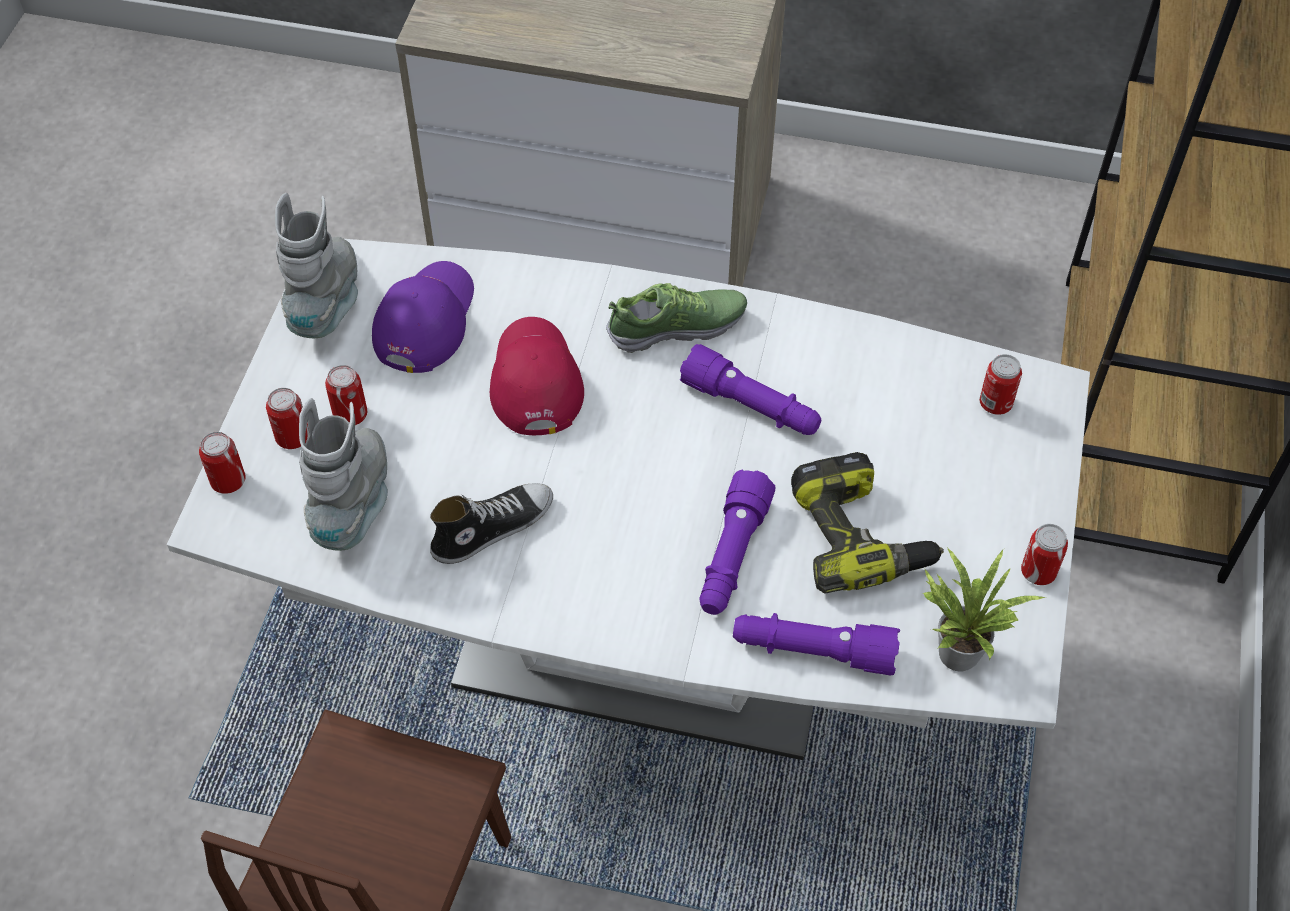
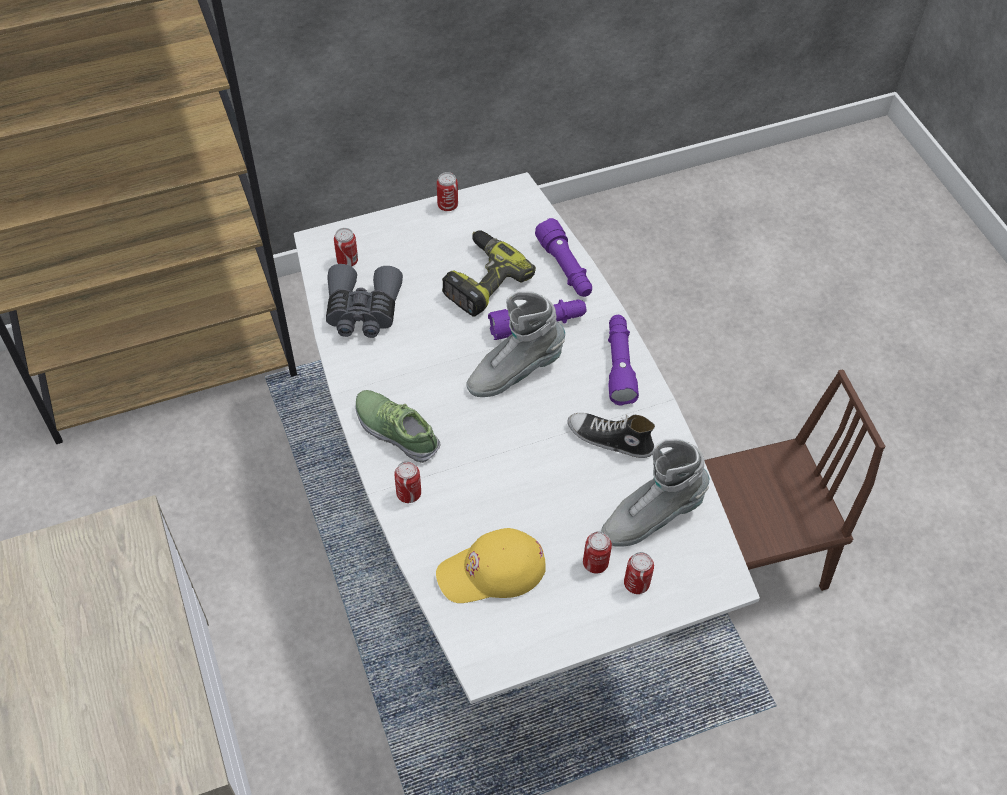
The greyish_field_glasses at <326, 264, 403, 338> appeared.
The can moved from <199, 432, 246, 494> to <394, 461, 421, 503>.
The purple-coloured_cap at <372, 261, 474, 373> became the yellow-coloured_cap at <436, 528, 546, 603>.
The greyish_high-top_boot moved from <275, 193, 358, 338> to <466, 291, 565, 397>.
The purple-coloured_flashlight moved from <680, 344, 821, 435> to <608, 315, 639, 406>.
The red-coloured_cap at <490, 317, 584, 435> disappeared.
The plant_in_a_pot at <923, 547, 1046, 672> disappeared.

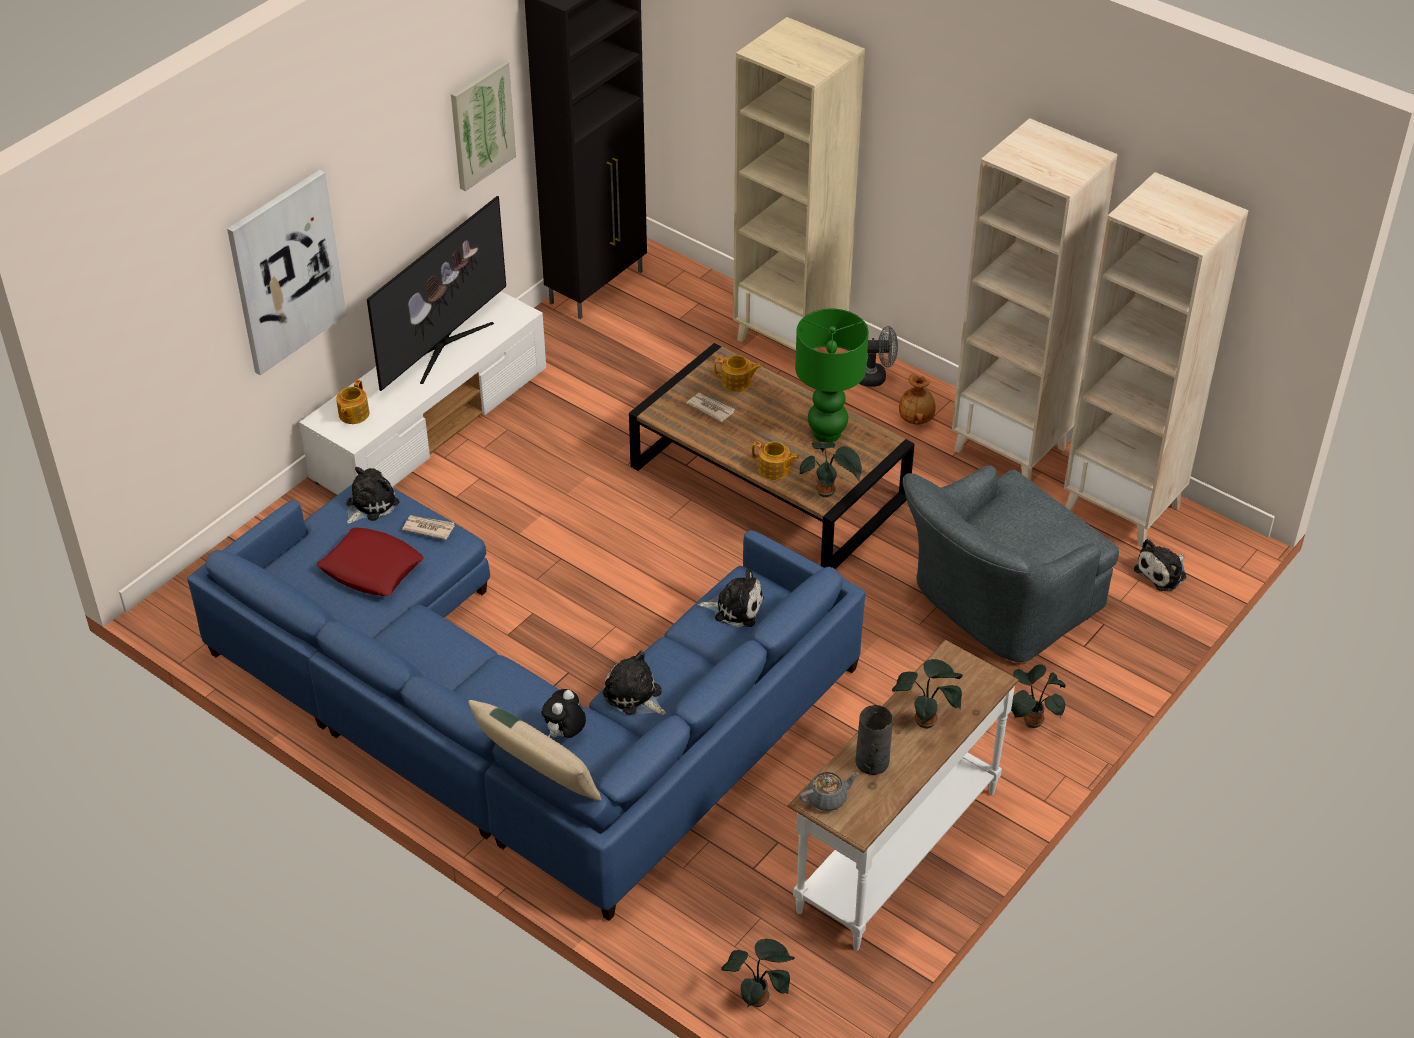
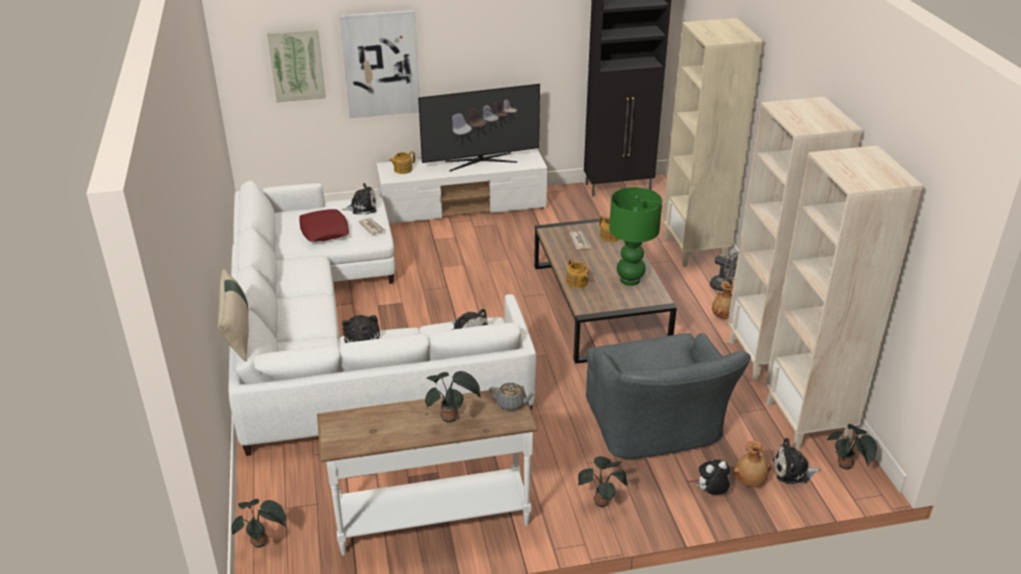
The bluish_sofa at <187, 485, 866, 921> became the whitish_sofa at <228, 181, 536, 456>.
The wall_picture moved from <451, 60, 516, 191> to <267, 29, 326, 102>.
The greyish_tea_pot moved from <799, 772, 859, 811> to <489, 383, 535, 411>.
The greyish_lounge_chair at <903, 465, 1119, 662> turned 105 degrees counterclockwise.
The cuddly_toy moved from <542, 689, 586, 738> to <696, 460, 730, 495>.
The brown_vase at <732, 441, 771, 487> appeared.
The plant_in_a_pot moved from <799, 442, 862, 498> to <827, 424, 877, 470>.
The greyish_vase at <855, 705, 893, 775> disappeared.

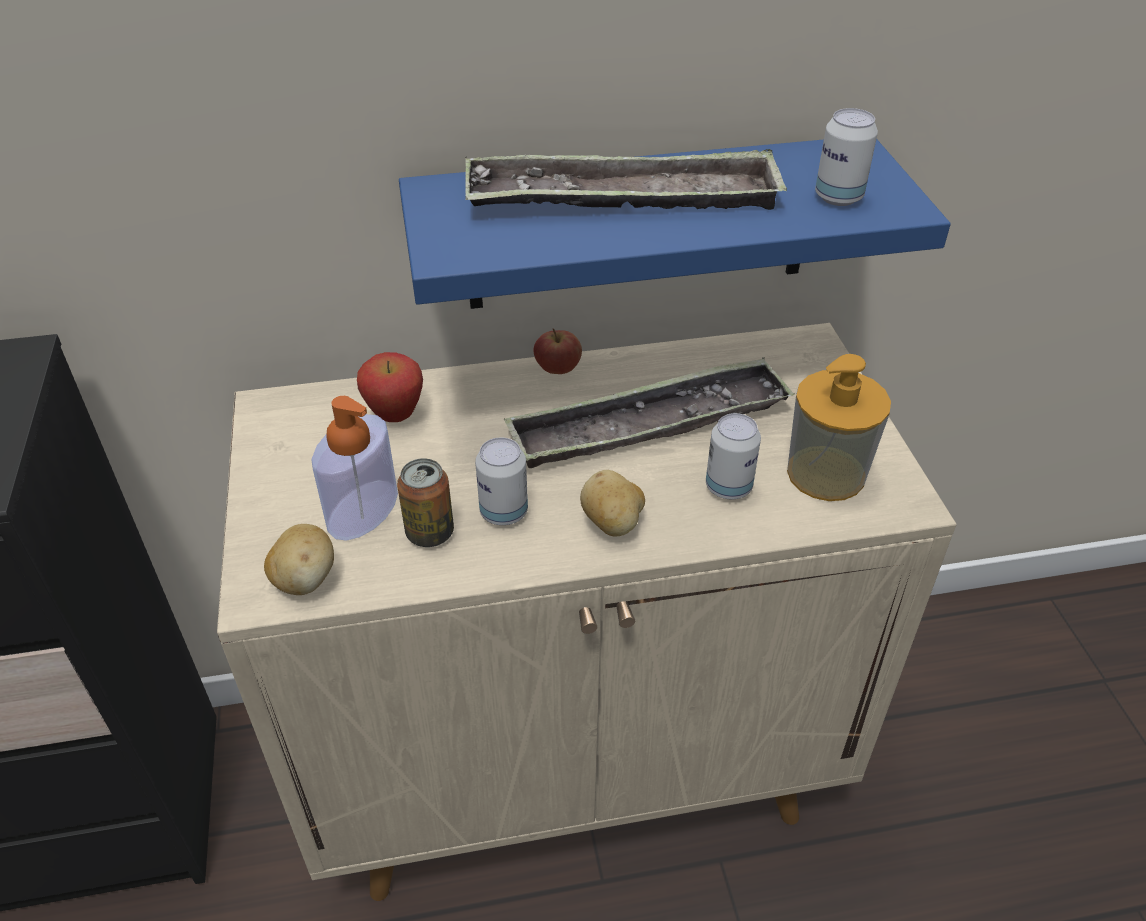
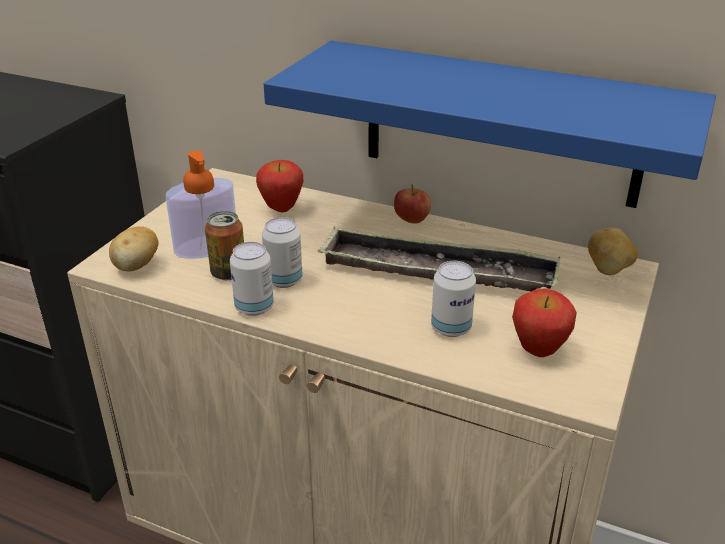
The can moved from <815, 108, 878, 206> to <230, 242, 274, 316>.
The soap_bottle at <787, 354, 891, 501> was replaced by the whole_apple at <512, 289, 577, 357>.
The spud moved from <580, 470, 645, 536> to <588, 228, 638, 275>.
The tray at <465, 149, 787, 210> disappeared.

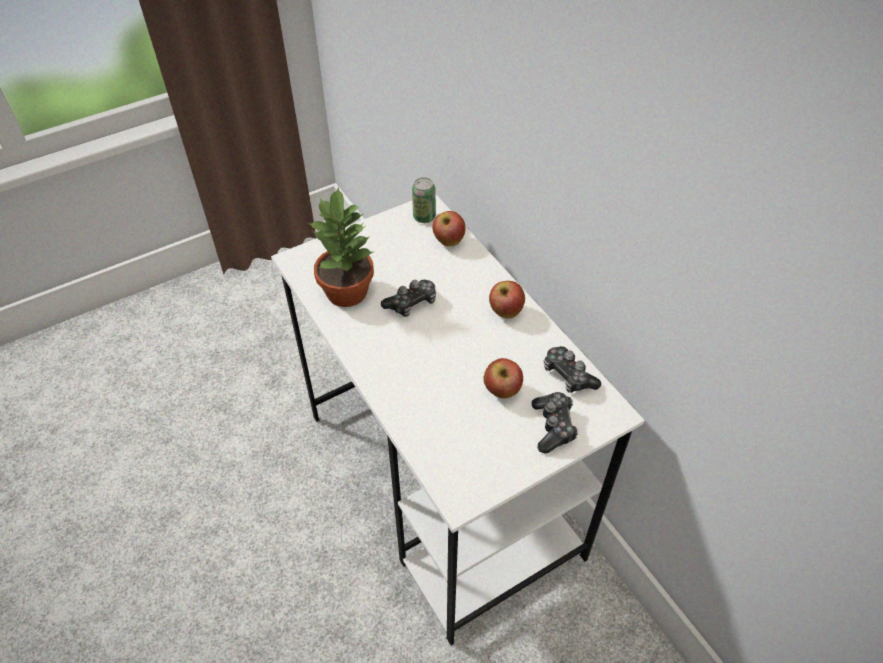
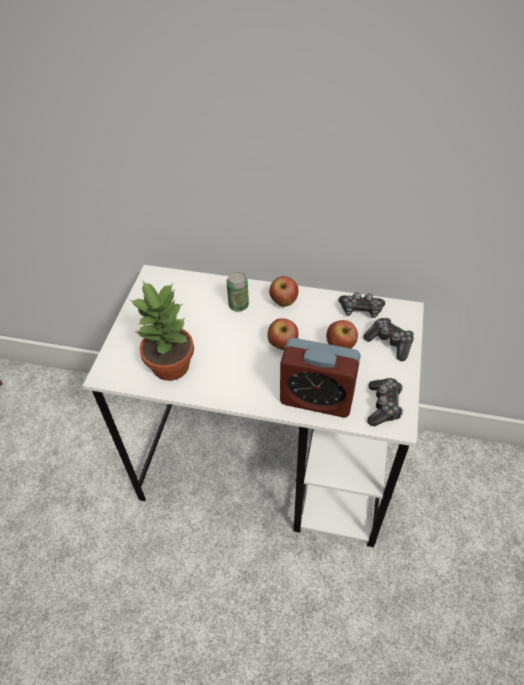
The can moved from <412, 177, 436, 223> to <226, 272, 249, 311>.
The whole_apple moved from <433, 211, 465, 246> to <267, 318, 299, 350>.
The table_clock at <280, 338, 361, 417> appeared.
The gamepad moved from <381, 280, 436, 317> to <367, 378, 403, 426>.

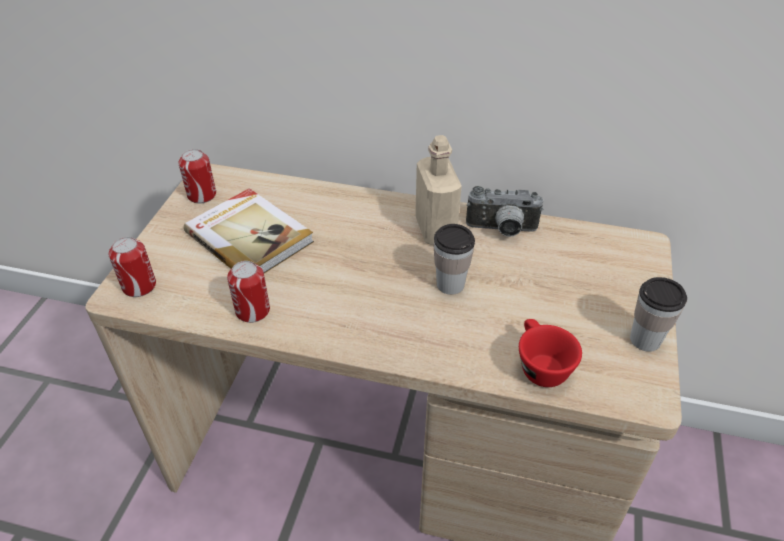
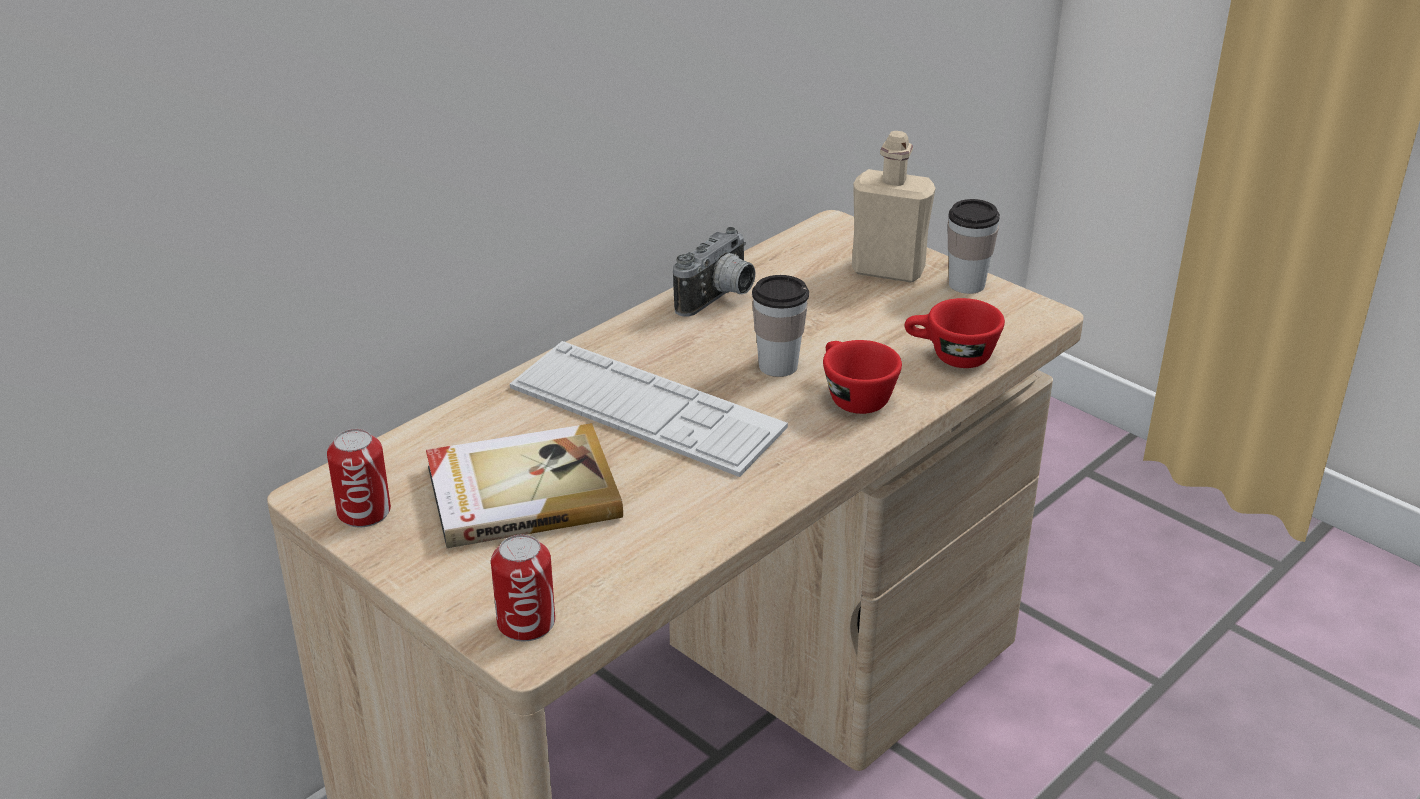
The keyboard at <510, 341, 788, 477> appeared.
The red-coloured_cup at <823, 340, 902, 414> appeared.
The beige-coloured_bottle moved from <415, 135, 462, 245> to <852, 131, 936, 283>.
The can at <227, 261, 270, 323> disappeared.

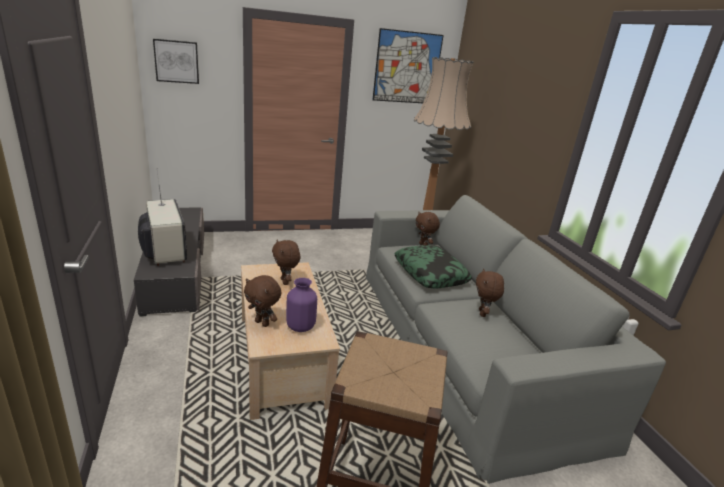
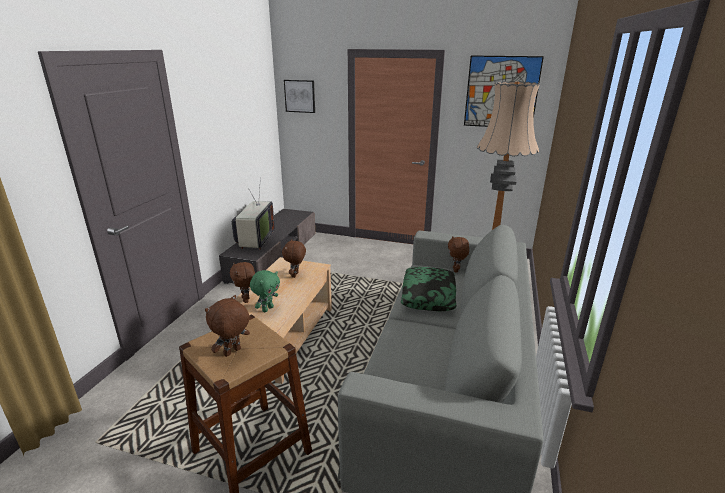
The brown_cuddly_toy moved from <476, 269, 504, 317> to <205, 295, 250, 357>.
The purple-coloured_vase at <286, 278, 317, 332> was replaced by the green_cuddly_toy at <250, 270, 280, 312>.

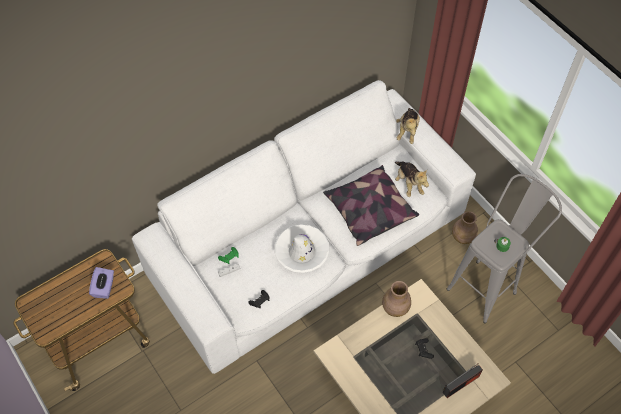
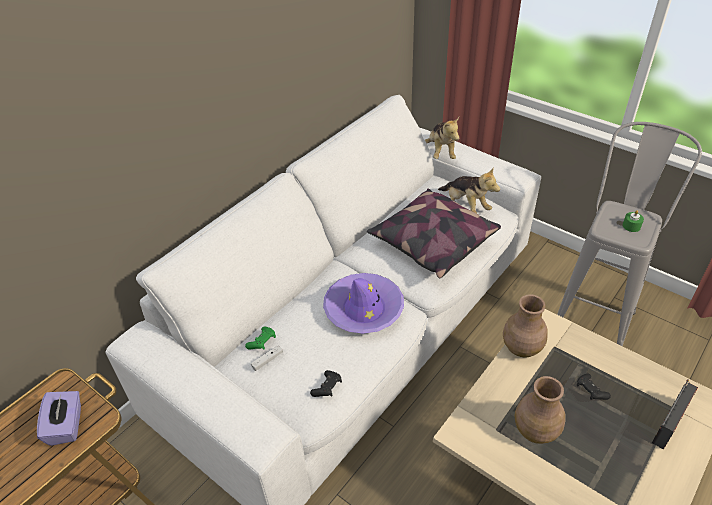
The whitish_wearable_hat at <274, 224, 330, 273> became the purple-coloured_wearable_hat at <323, 273, 404, 334>.
The brown_vase moved from <452, 211, 478, 244> to <515, 376, 565, 444>.

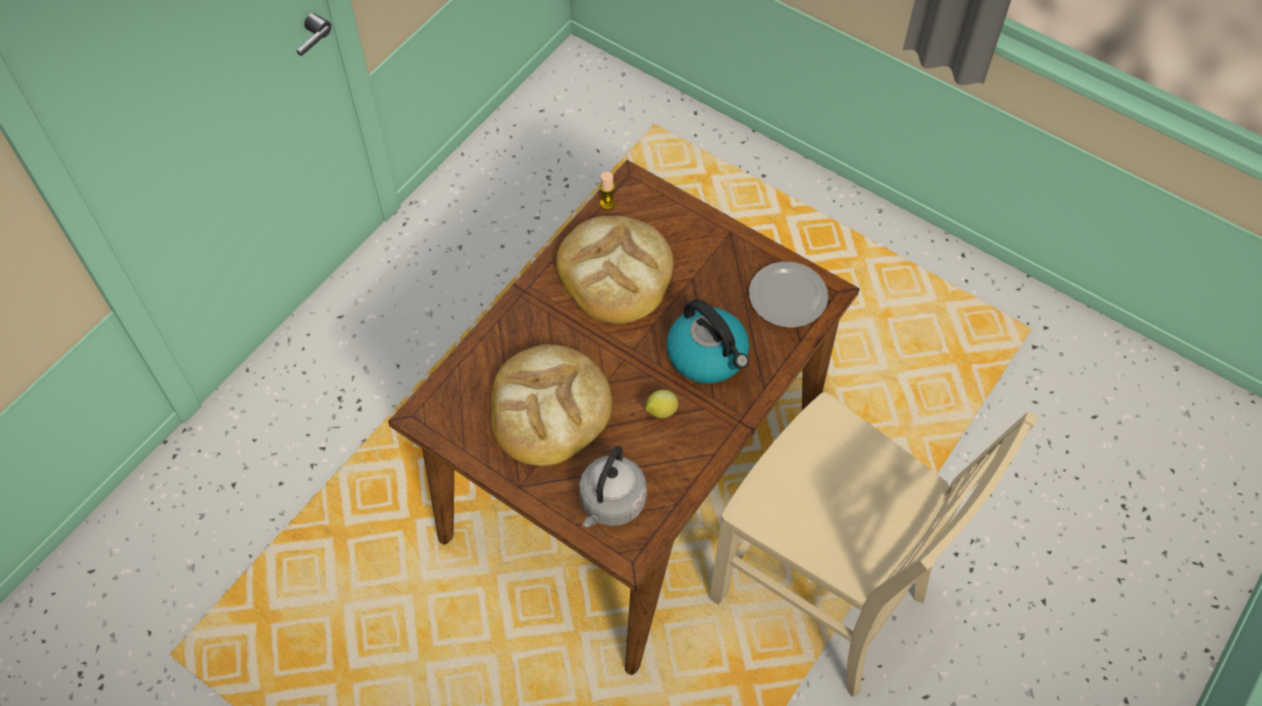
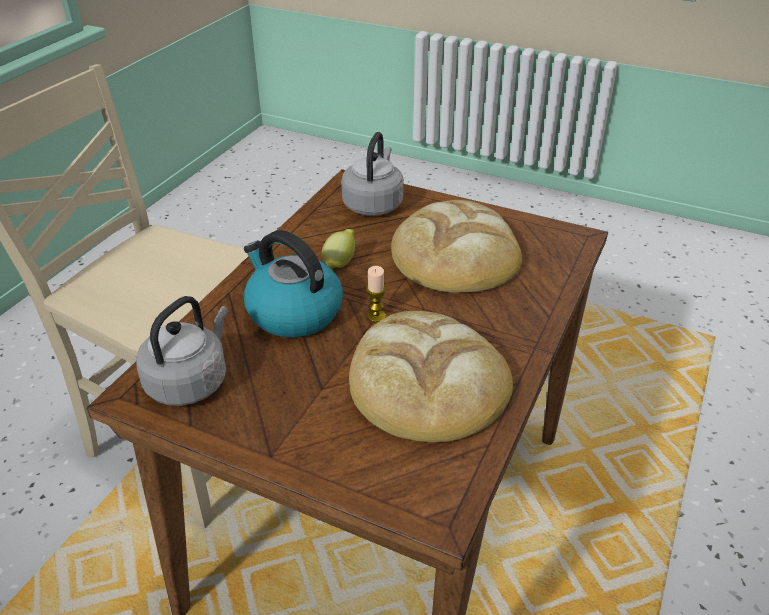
The plate at <749, 262, 828, 328> was replaced by the greyish_kettle at <136, 296, 228, 406>.
The wax_candle moved from <599, 172, 615, 210> to <366, 266, 386, 323>.

